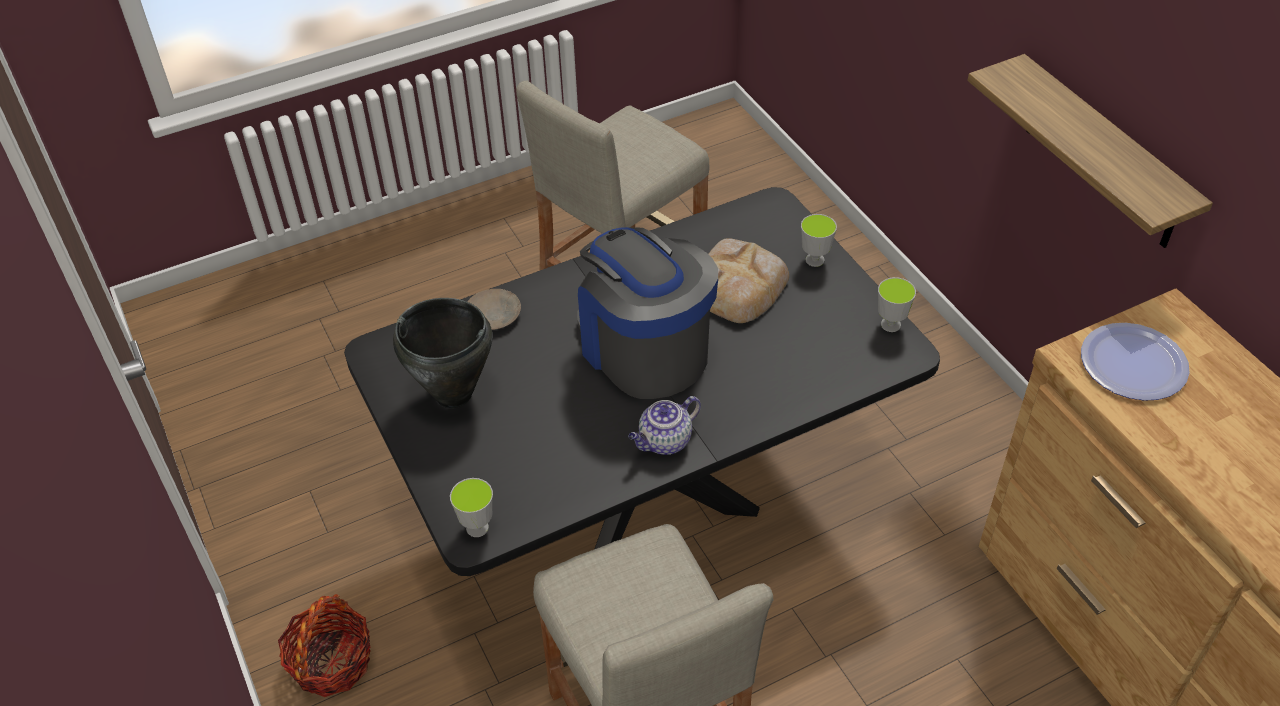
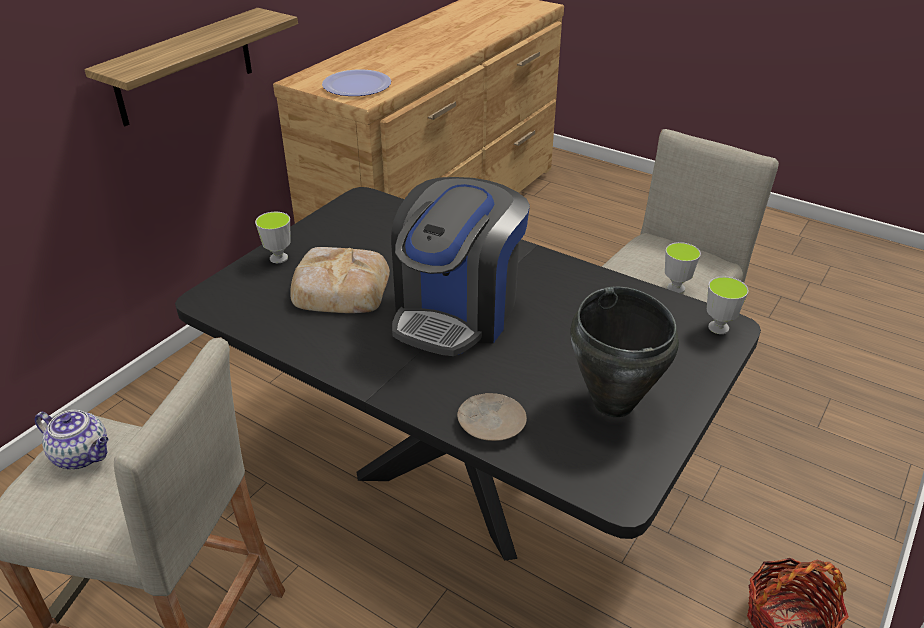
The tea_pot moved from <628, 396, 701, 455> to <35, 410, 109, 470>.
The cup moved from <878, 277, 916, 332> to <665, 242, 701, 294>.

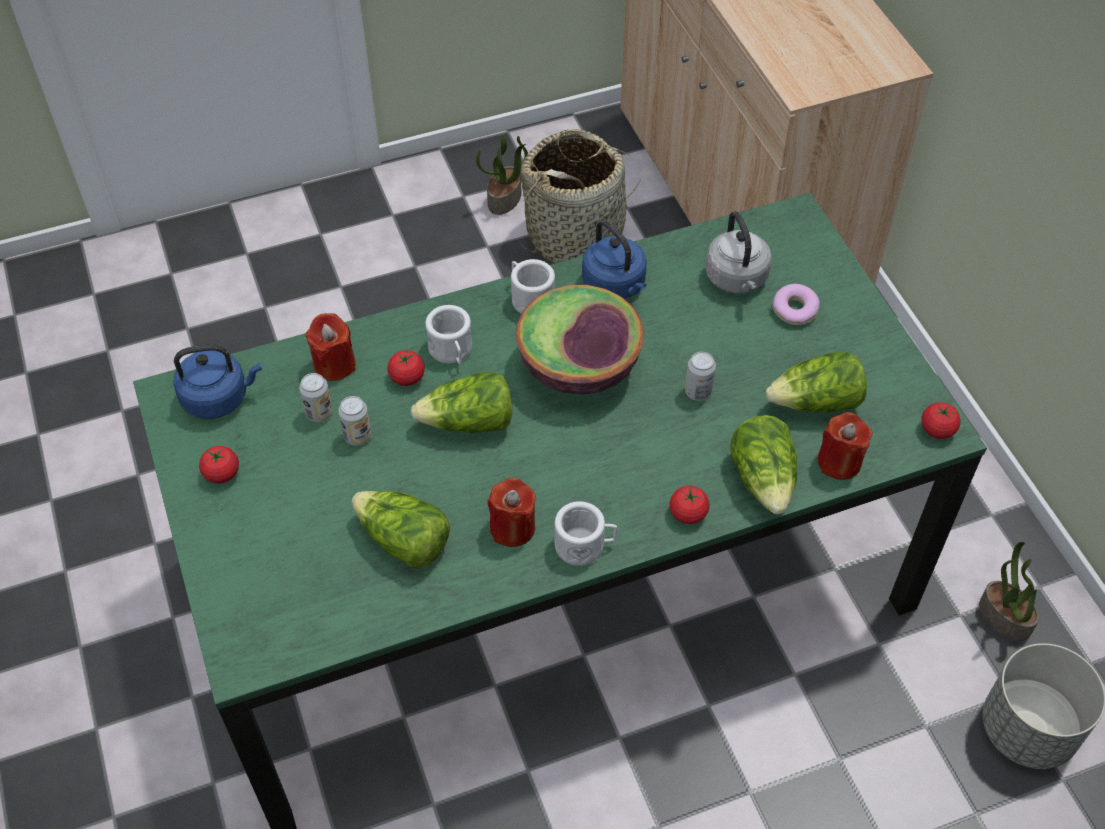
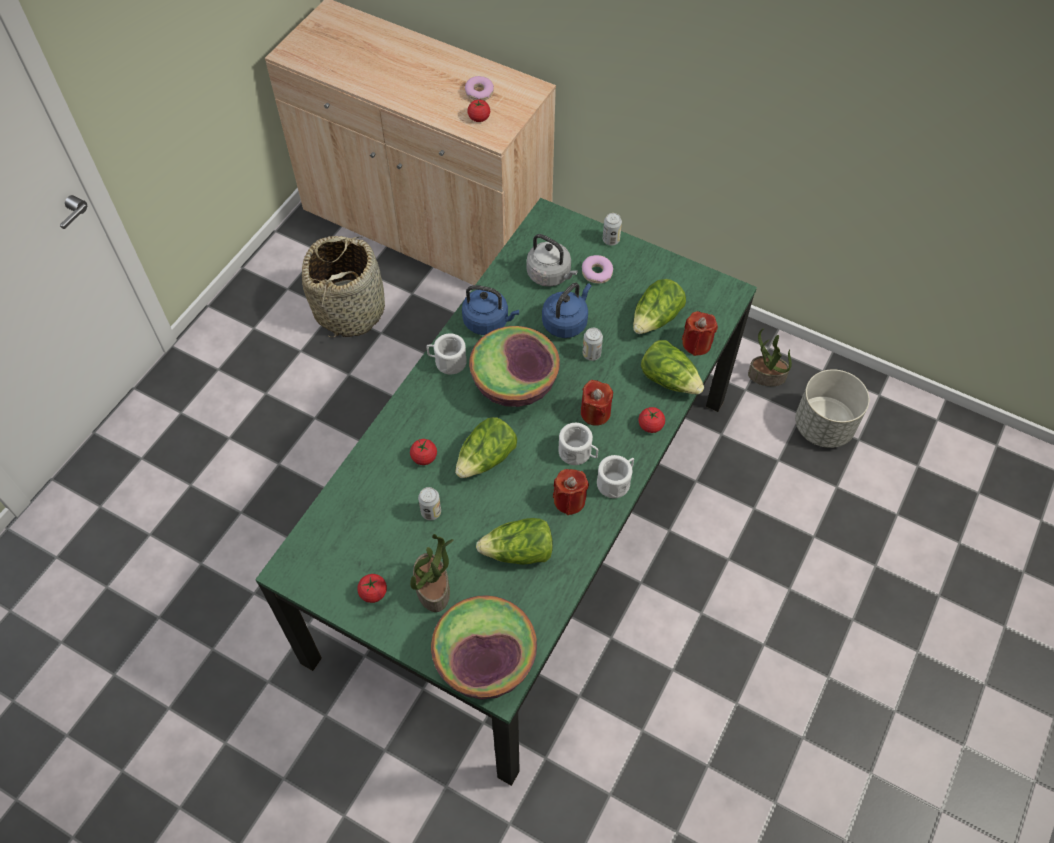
The plant_in_a_pot moved from <476, 134, 528, 215> to <410, 534, 453, 612>.
The bowl at <431, 595, 537, 700> appeared.
The doughnut at <465, 76, 494, 101> appeared.
The fresh_tomato moved from <921, 402, 960, 439> to <467, 100, 490, 122>.
The bluish_kettle moved from <173, 344, 262, 419> to <542, 283, 592, 338>.
The whitish_coffee_mug moved from <425, 305, 472, 365> to <558, 423, 598, 465>.
The red-coloured_wax_candle moved from <305, 313, 356, 381> to <581, 380, 613, 426>.
The can moved from <299, 373, 333, 423> to <603, 213, 622, 246>.

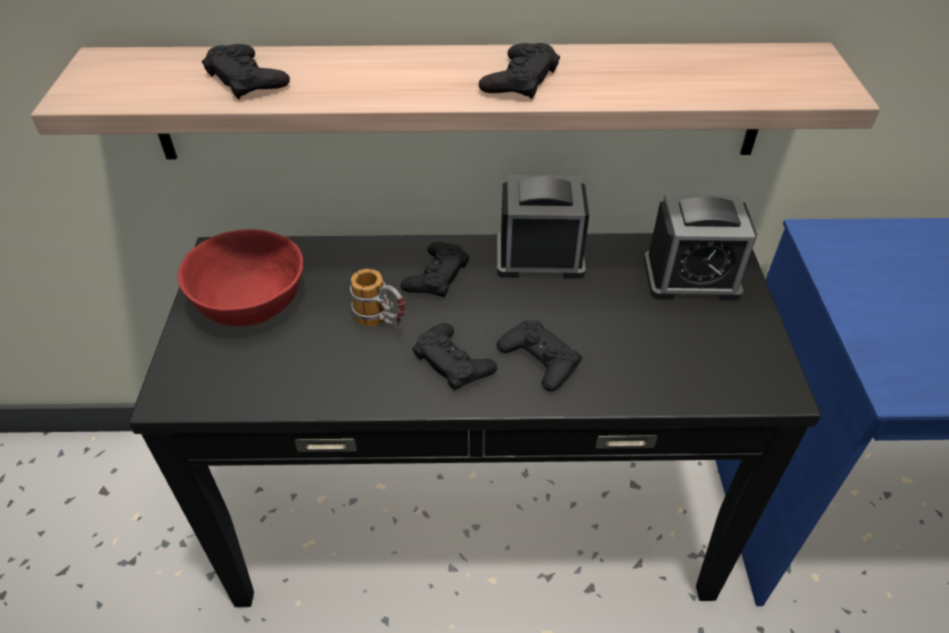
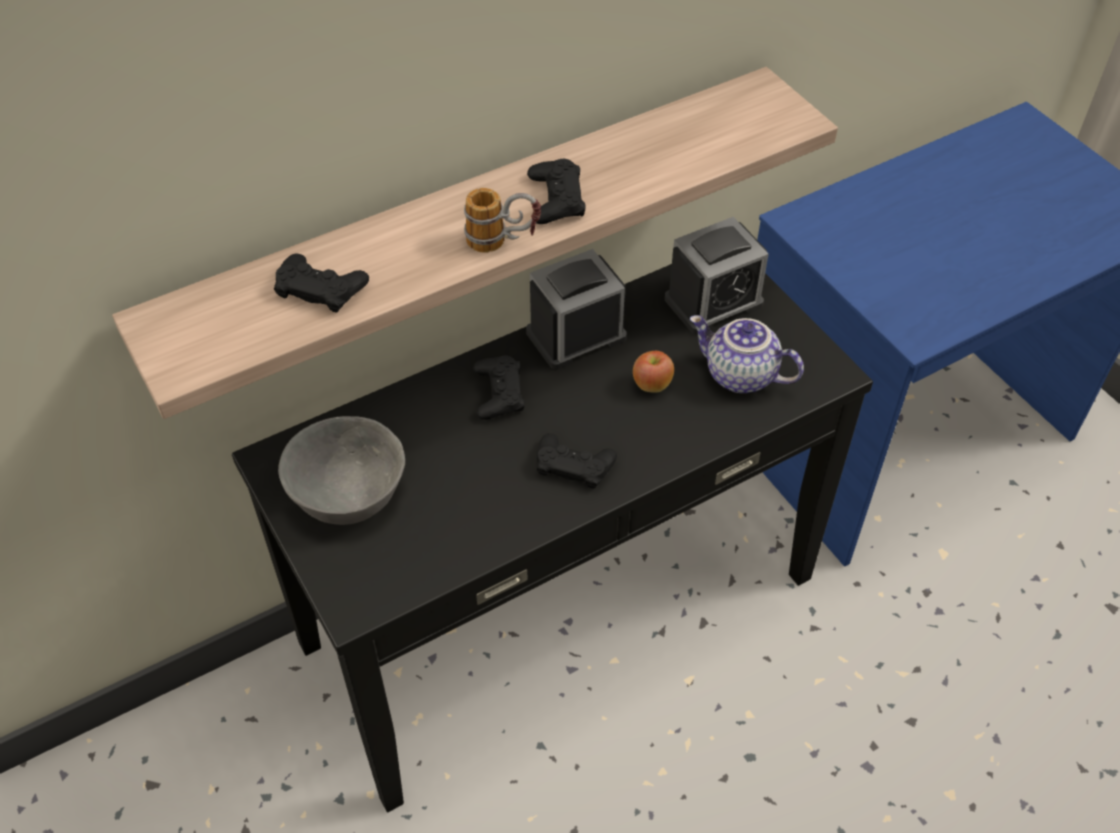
The red-coloured_bowl at <178, 229, 303, 326> became the greyish_bowl at <278, 416, 405, 525>.
The coffee_mug moved from <350, 269, 406, 327> to <464, 188, 541, 253>.
The whole_apple at <633, 351, 674, 393> appeared.
The tea_pot at <690, 315, 804, 393> appeared.
The black_gamepad at <497, 320, 582, 392> disappeared.

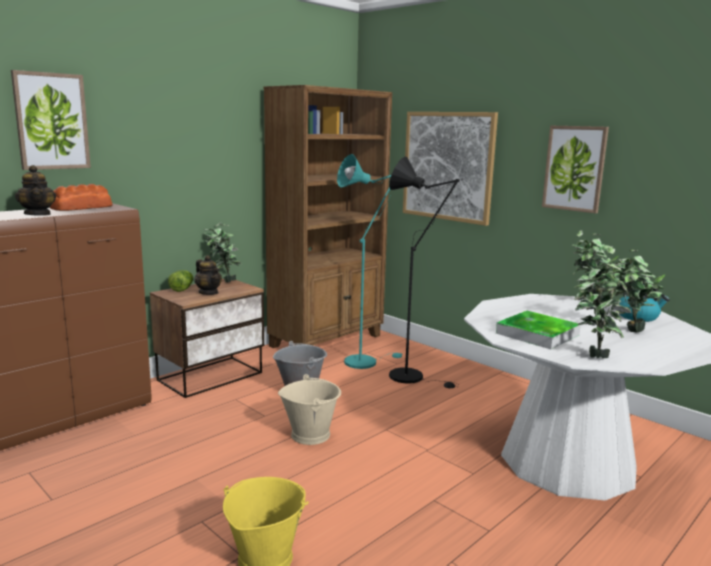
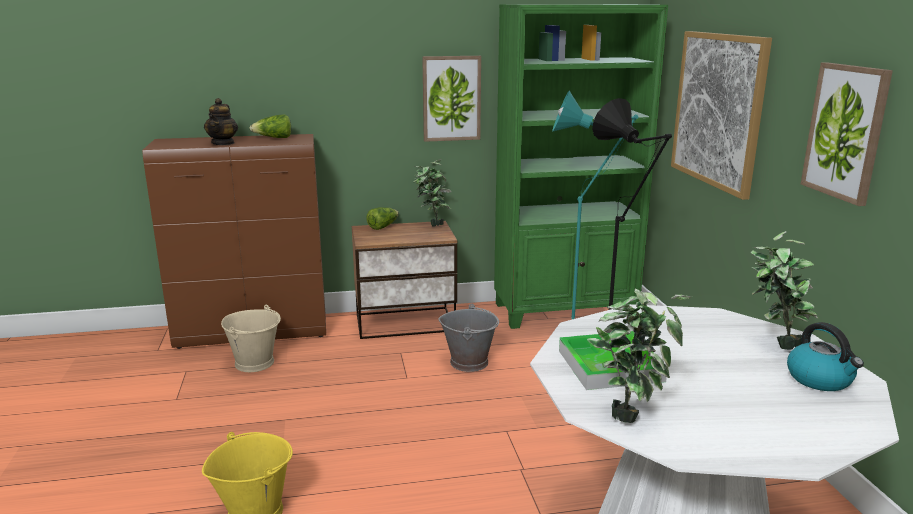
The beige-coloured_bucket moved from <278, 374, 341, 445> to <221, 305, 281, 372>.
The bakery_bread at <50, 184, 112, 211> was replaced by the lettuce at <249, 115, 291, 138>.
The wall_picture moved from <11, 70, 91, 170> to <422, 56, 481, 142>.
The brown_bookcase at <264, 85, 392, 348> became the green_bookcase at <494, 4, 668, 329>.
The tea_pot at <194, 255, 222, 295> disappeared.
The plant_in_a_pot at <606, 246, 666, 332> disappeared.

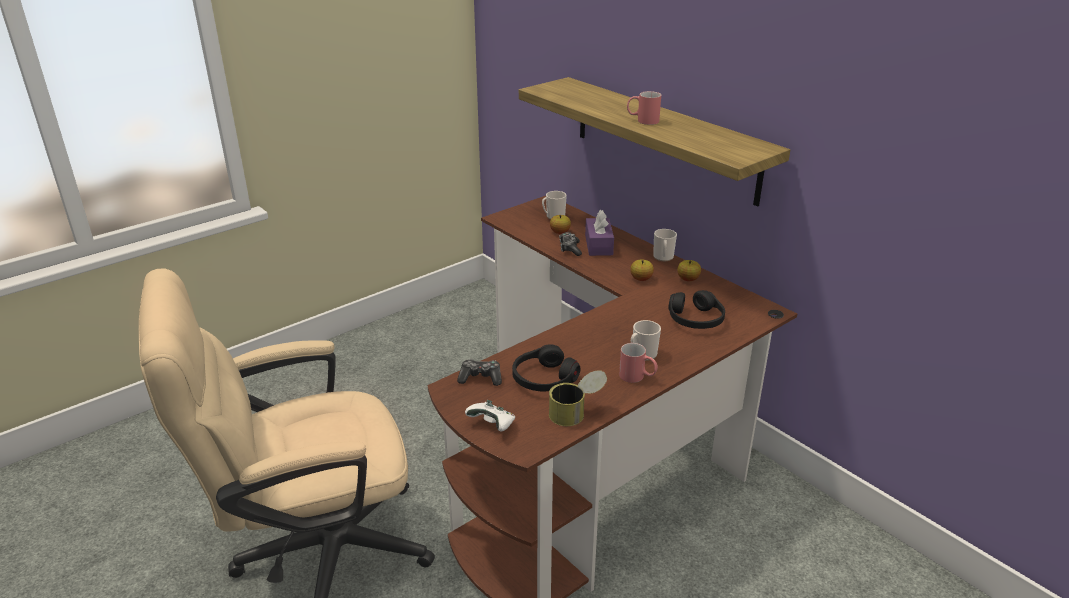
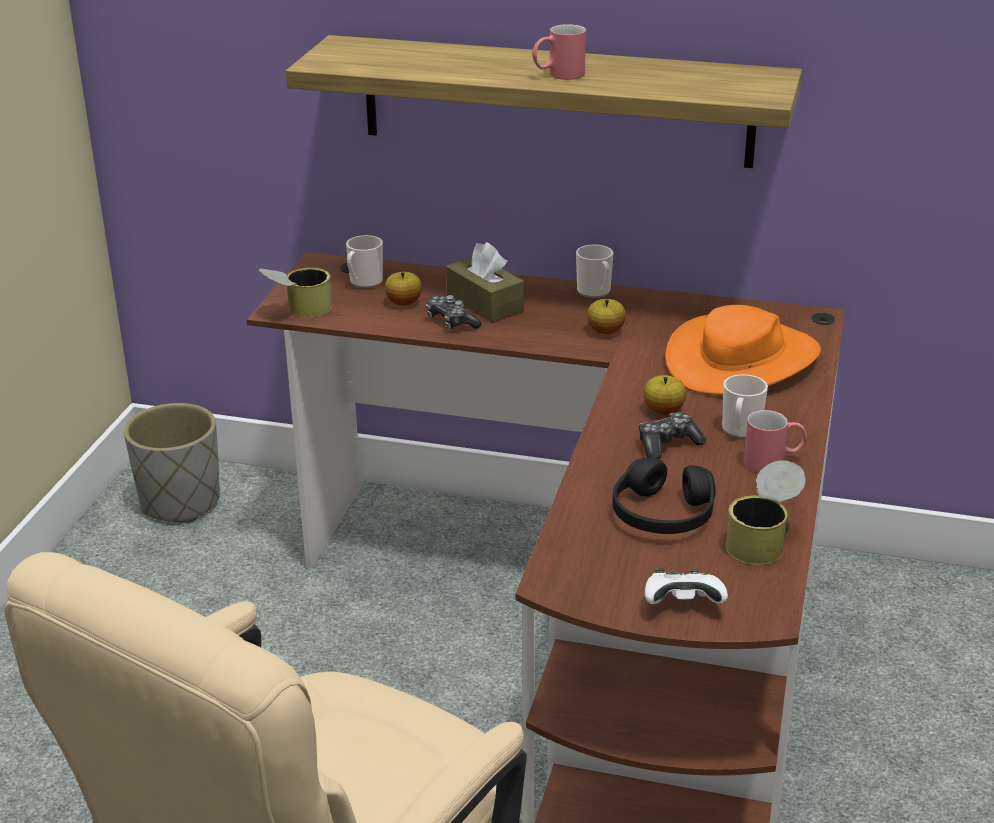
The greyish_plant_pot at <124, 403, 220, 522> appeared.
The can at <259, 268, 333, 317> appeared.
The purple-coloured_box_of_tissues at <585, 210, 614, 256> became the brown_box_of_tissues at <446, 242, 524, 323>.
The gamepad moved from <457, 359, 502, 386> to <639, 412, 706, 459>.
The whole_apple moved from <677, 260, 701, 281> to <644, 375, 686, 414>.
The black_headphones at <668, 290, 725, 329> was replaced by the orangey_wearable_hat at <665, 305, 821, 395>.

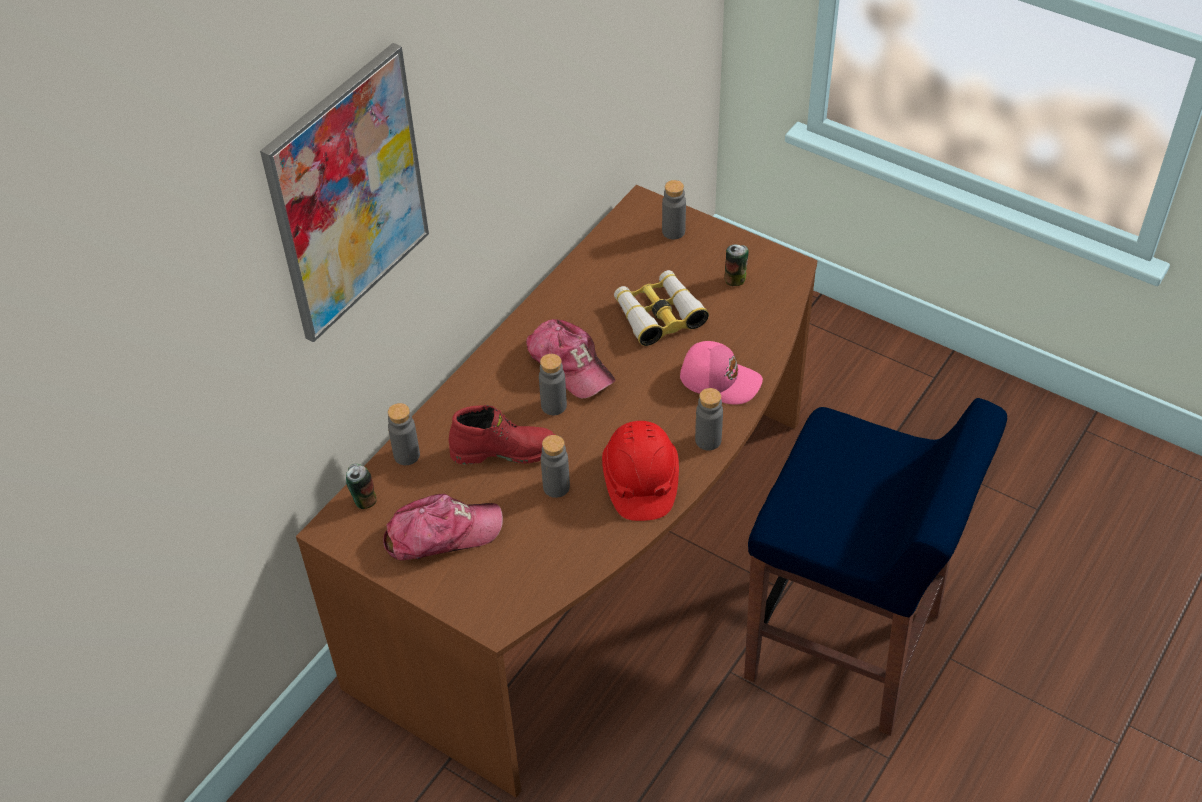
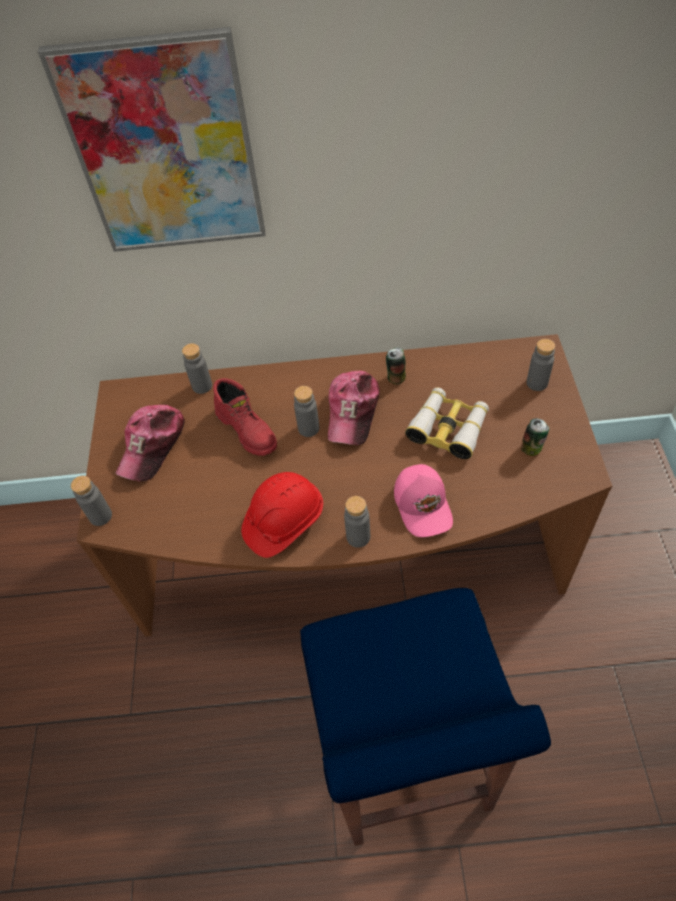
The greyish_bottle moved from <541, 435, 570, 498> to <71, 476, 112, 526>.
The cap at <383, 494, 503, 560> turned 75 degrees clockwise.
The can moved from <346, 464, 376, 509> to <386, 347, 406, 385>.

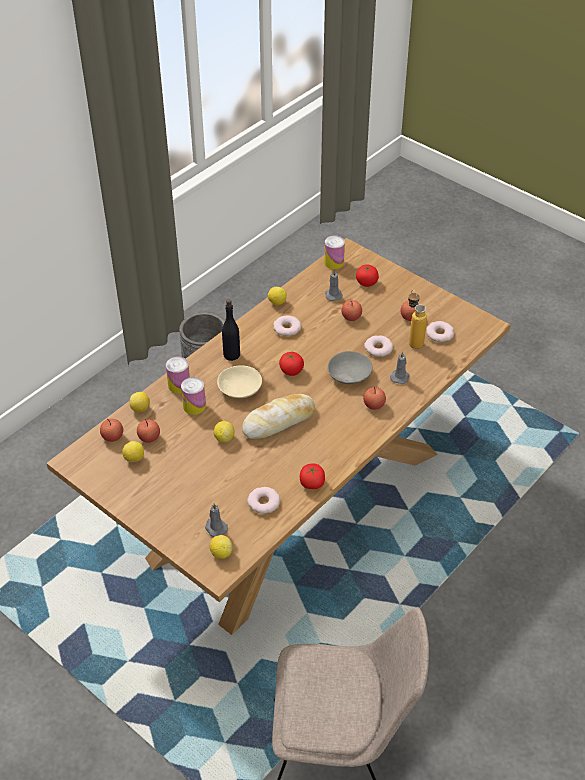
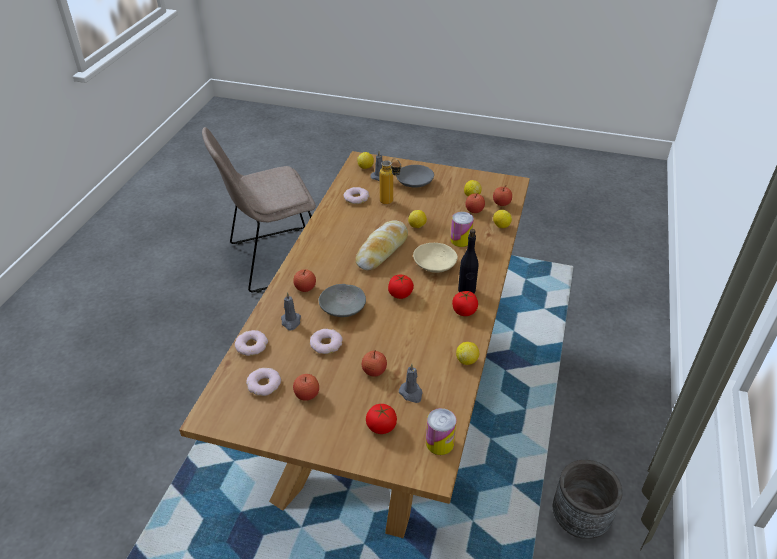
The doughnut moved from <273, 316, 301, 336> to <235, 330, 268, 356>.
The bottle moved from <408, 290, 427, 349> to <380, 158, 401, 204>.
The greyish_bowl at <396, 165, 434, 188> appeared.
The fresh_tomato moved from <300, 463, 325, 489> to <452, 291, 478, 316>.
The can at <166, 357, 190, 394> disappeared.

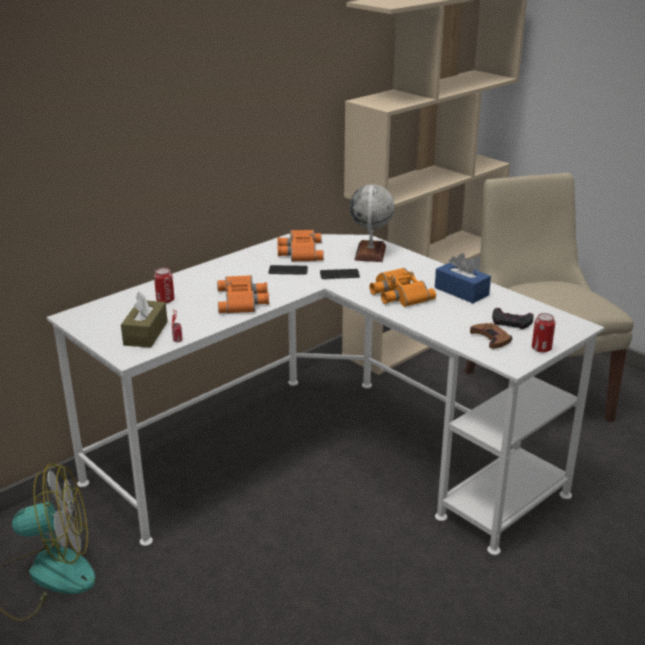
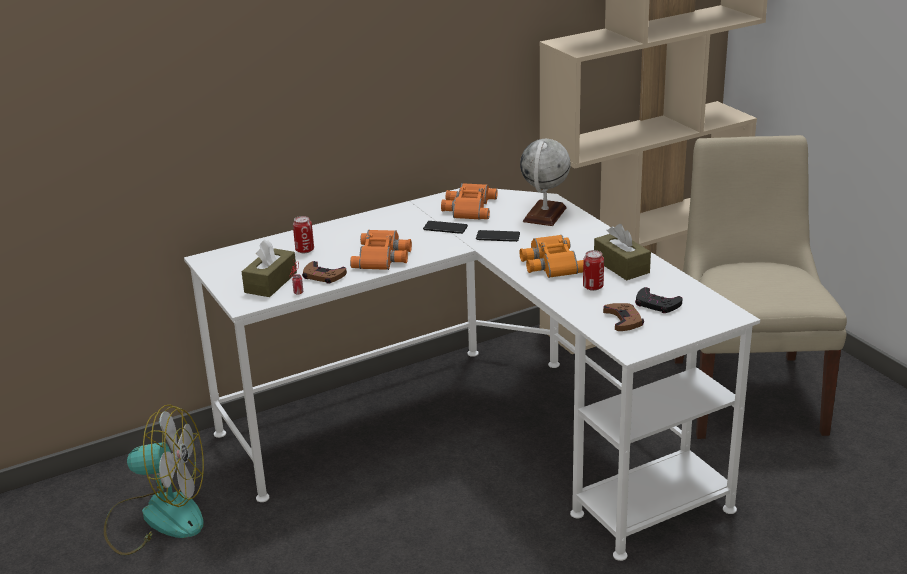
The brown_gamepad at <302, 261, 347, 284> appeared.
The can moved from <532, 313, 555, 353> to <583, 250, 604, 291>.
The bluish_box_of_tissues at <435, 253, 491, 303> became the brown_box_of_tissues at <594, 224, 651, 280>.

